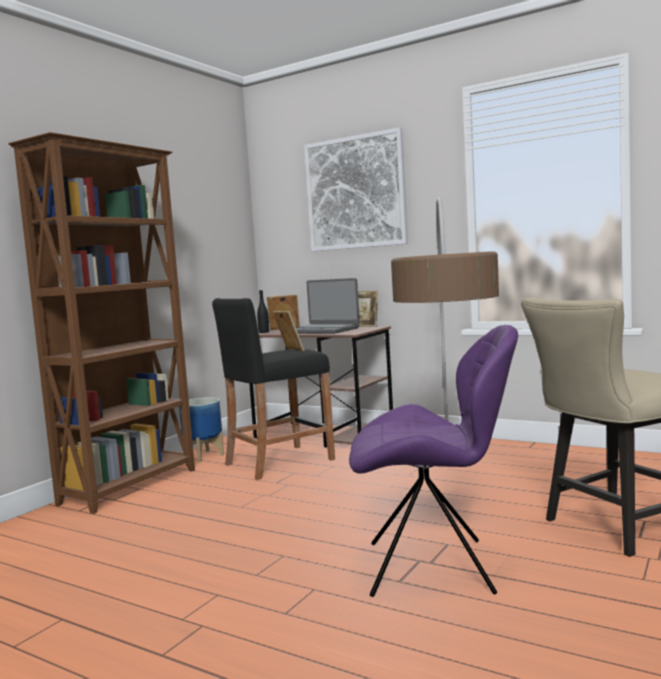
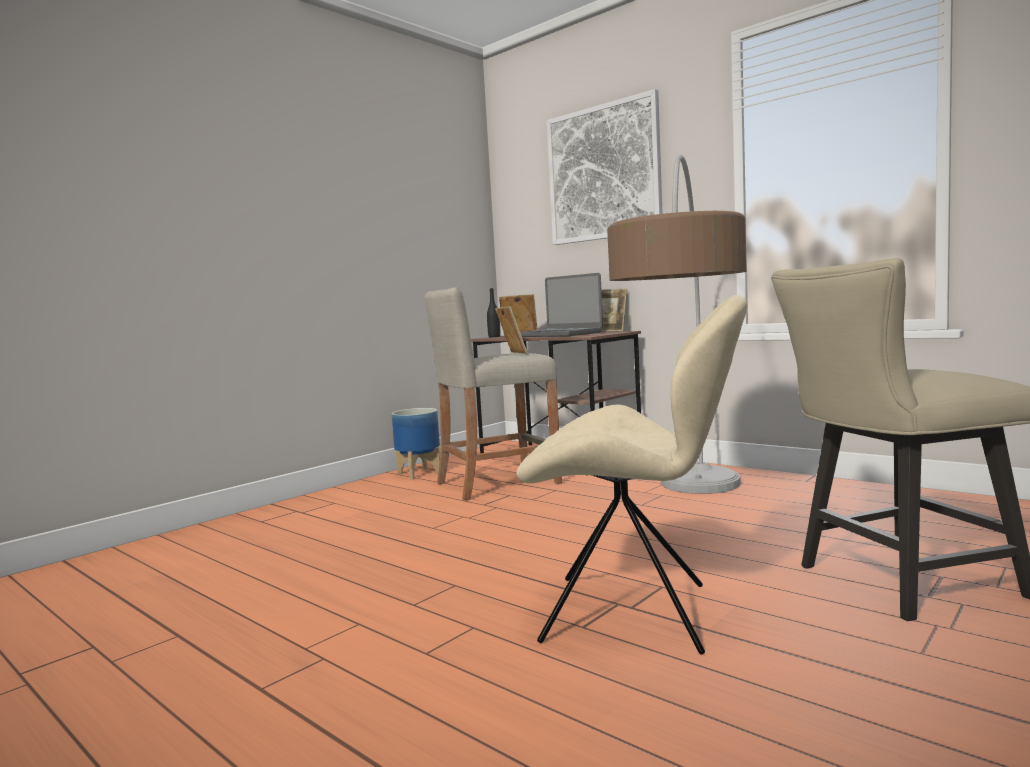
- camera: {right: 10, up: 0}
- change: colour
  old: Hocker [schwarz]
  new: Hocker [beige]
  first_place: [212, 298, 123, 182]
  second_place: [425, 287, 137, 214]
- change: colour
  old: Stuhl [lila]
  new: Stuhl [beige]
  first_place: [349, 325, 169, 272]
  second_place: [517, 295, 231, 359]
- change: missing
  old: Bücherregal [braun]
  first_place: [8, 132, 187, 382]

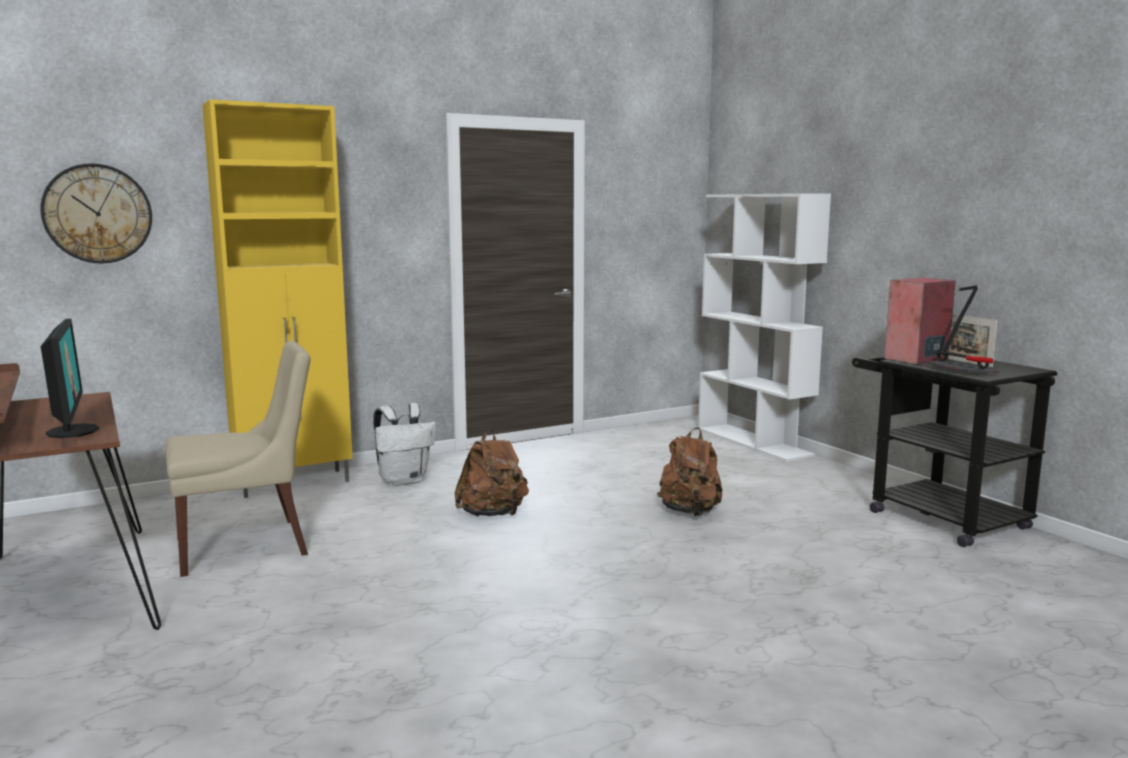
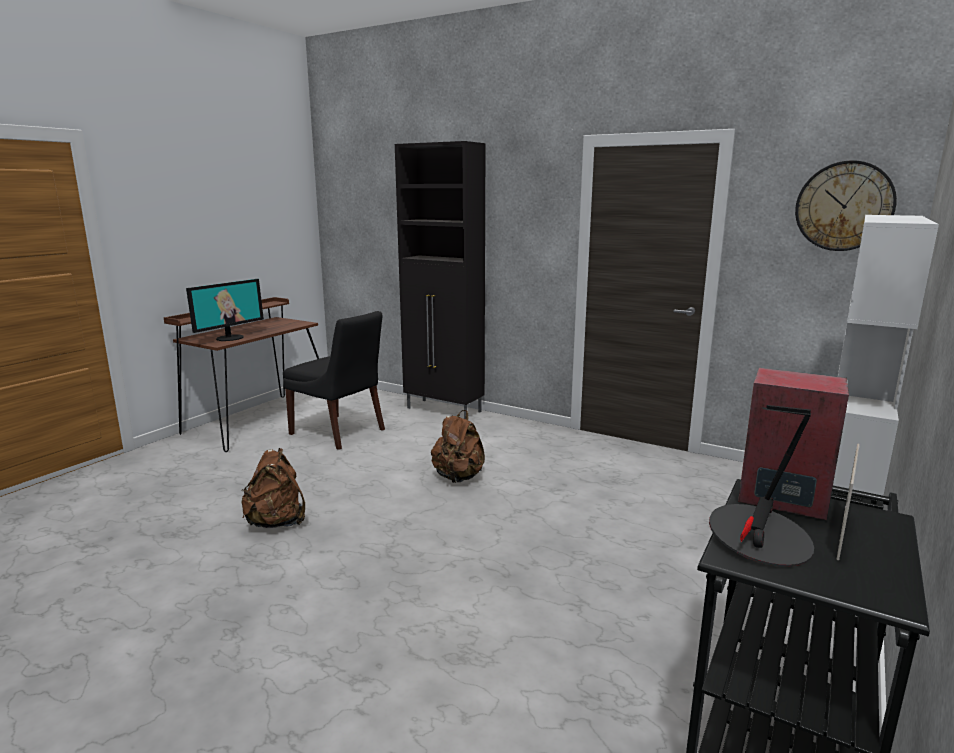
- camera: {right: 60, up: 5}
- change: relocated
  old: Rucksack [braun]
  first_place: [657, 428, 66, 88]
  second_place: [241, 448, 64, 80]
- change: colour
  old: Stuhl [beige]
  new: Stuhl [schwarz]
  first_place: [165, 341, 146, 236]
  second_place: [283, 311, 102, 139]
- change: colour
  old: Schrank [gelb]
  new: Schrank [schwarz]
  first_place: [202, 99, 151, 399]
  second_place: [395, 141, 90, 278]
- change: relocated
  old: Wanduhr
  first_place: [40, 163, 112, 100]
  second_place: [795, 160, 102, 91]
- change: missing
  old: Rucksack [weiß]
  first_place: [373, 403, 63, 83]

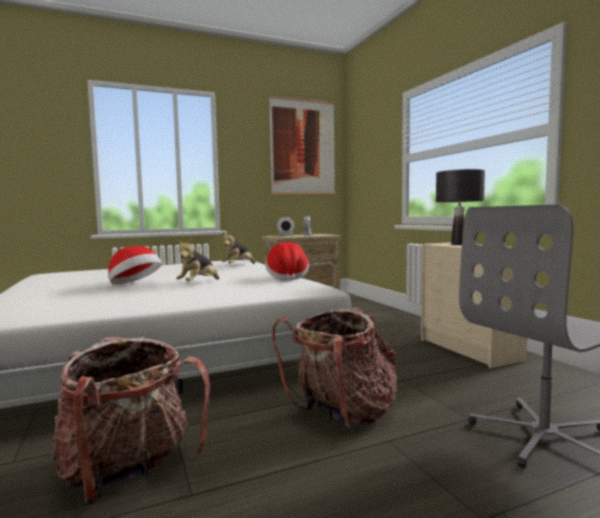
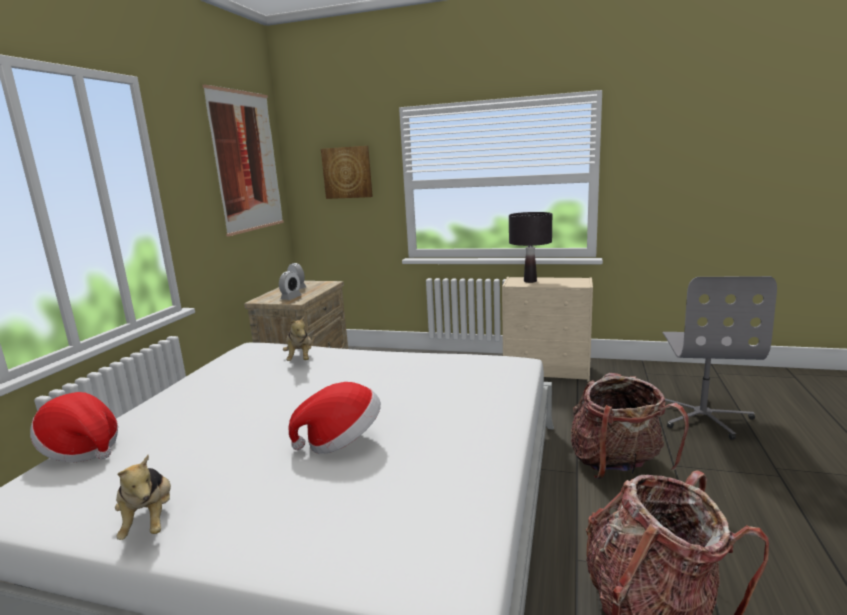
- camera: {right: -50, up: 10}
- change: relocated
  old: Hut
  first_place: [265, 242, 44, 39]
  second_place: [30, 392, 88, 71]
- change: relocated
  old: Plüschtier
  first_place: [176, 239, 43, 42]
  second_place: [115, 455, 56, 85]
- change: appeared
  new: Bild
  second_place: [321, 146, 52, 53]

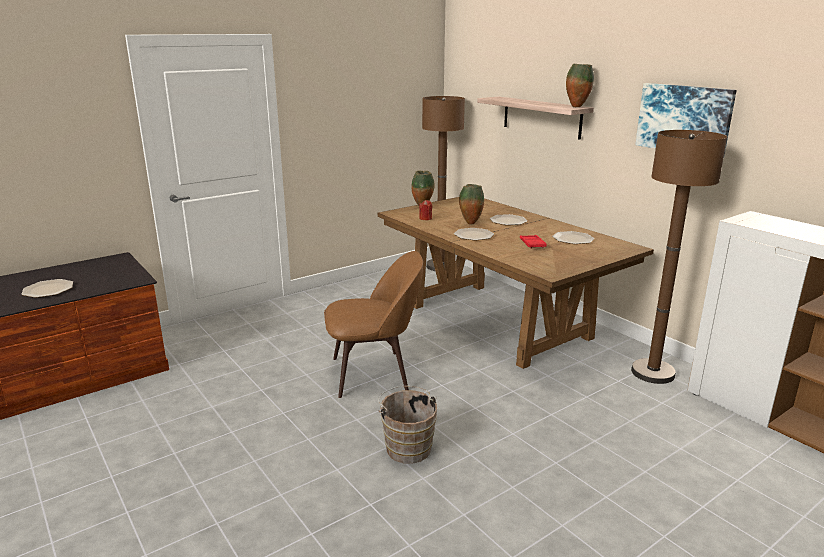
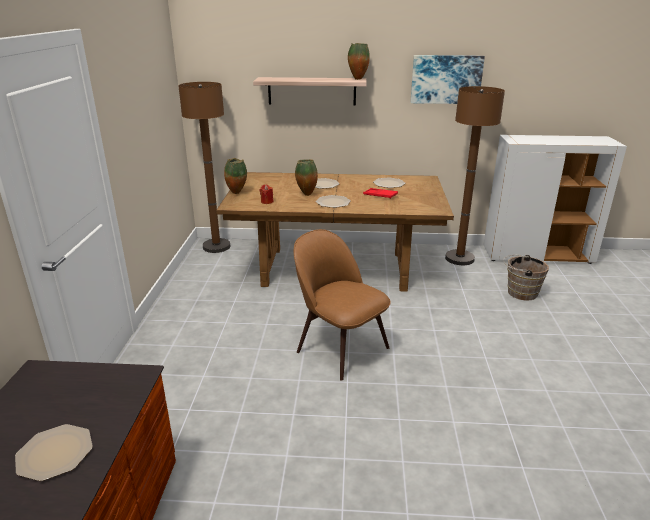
- camera: {right: -50, up: 5}
- change: spun
  old: Stuhl [braun]
  first_place: [324, 251, 99, 147]
  second_place: [294, 229, 97, 152]
  degrees: -75
- change: relocated
  old: Eimer [braun]
  first_place: [378, 386, 59, 78]
  second_place: [503, 255, 46, 45]

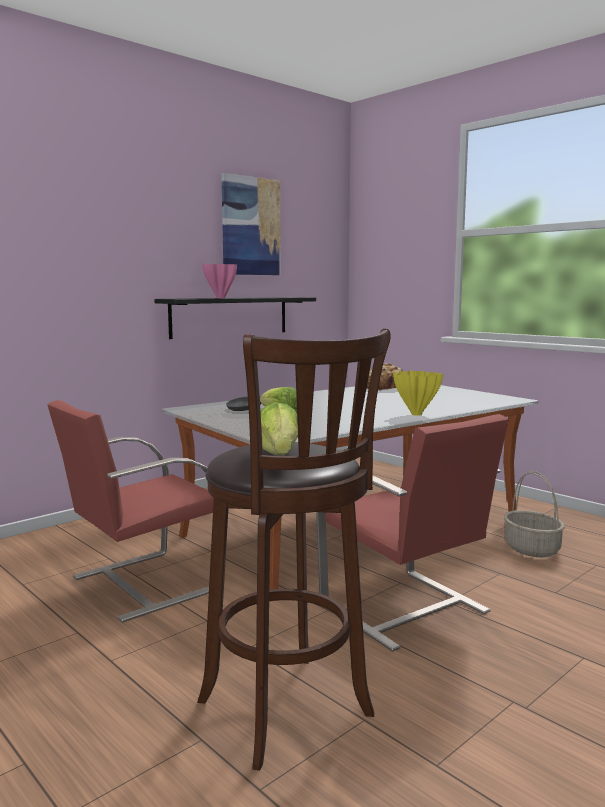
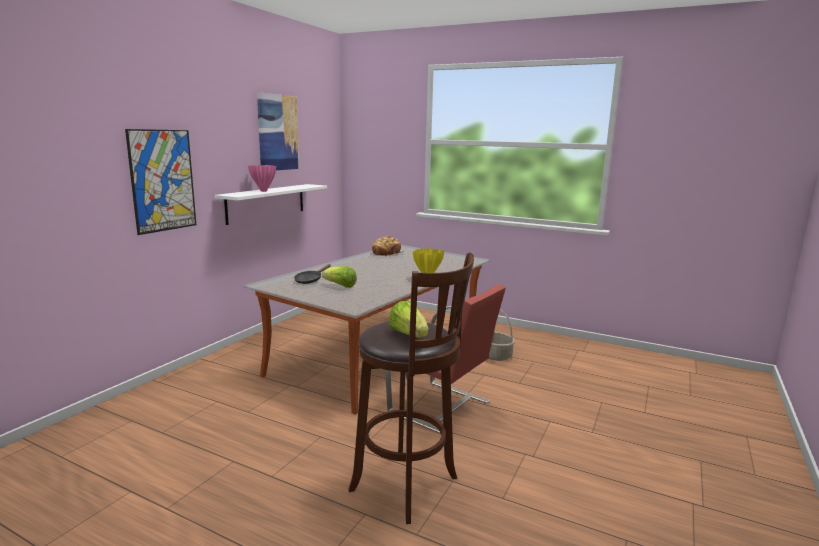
- camera: {right: -20, up: 5}
- change: appeared
  new: Bild
  second_place: [125, 129, 71, 106]
- change: colour
  old: Wandregal [schwarz]
  new: Wandregal [weiß]
  first_place: [154, 297, 162, 42]
  second_place: [215, 184, 112, 41]
- change: missing
  old: Stuhl [rot]
  first_place: [47, 400, 167, 223]

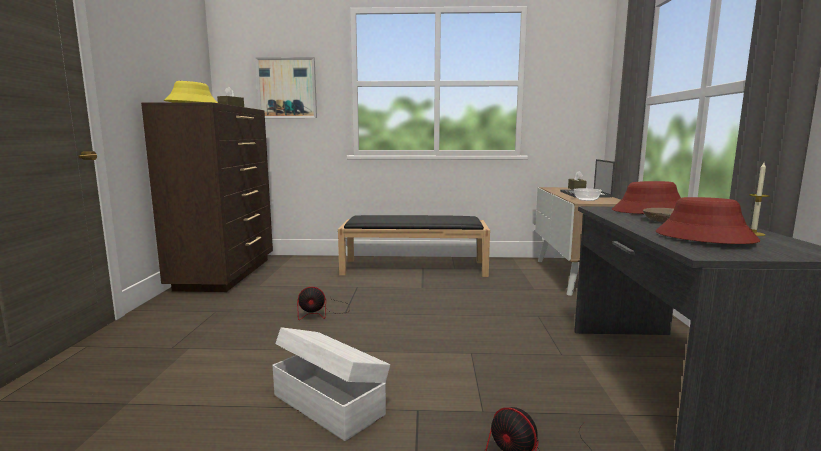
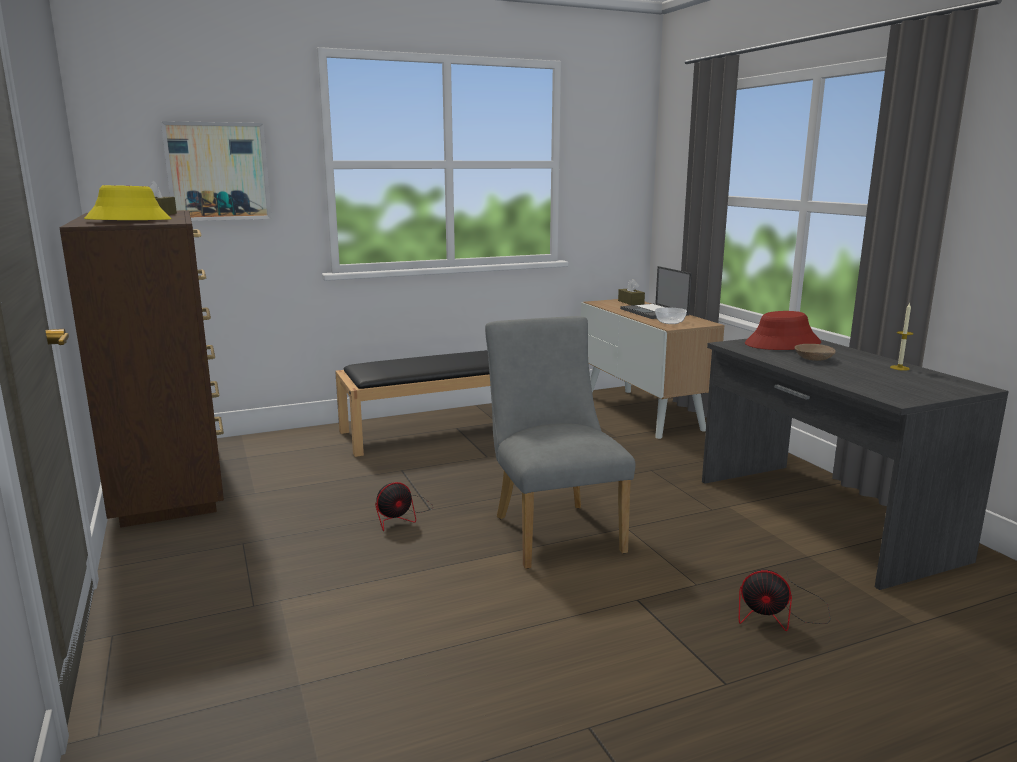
- camera: {right: -25, up: 5}
- change: appeared
  new: Stuhl [grau]
  second_place: [485, 316, 151, 253]
- change: missing
  old: Aufbewahrungsbox [weiß]
  first_place: [273, 327, 117, 114]
- change: missing
  old: Hut [rot]
  first_place: [656, 197, 104, 47]

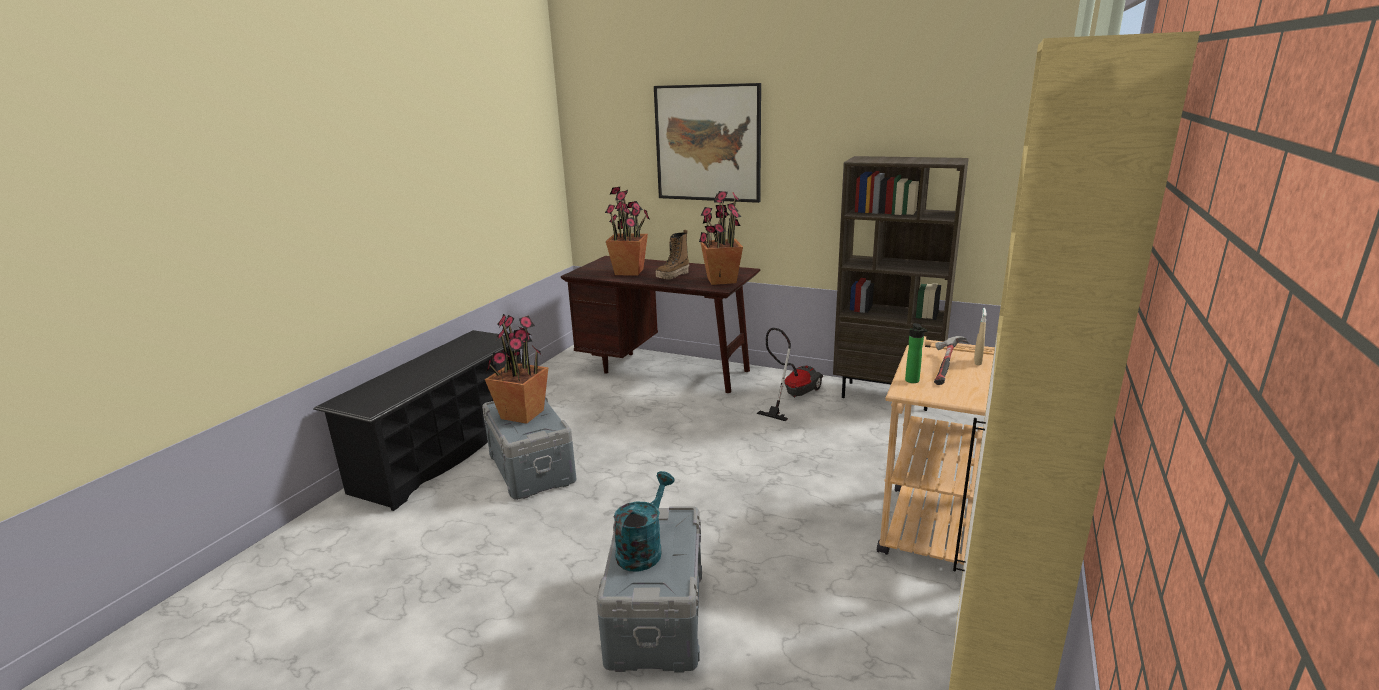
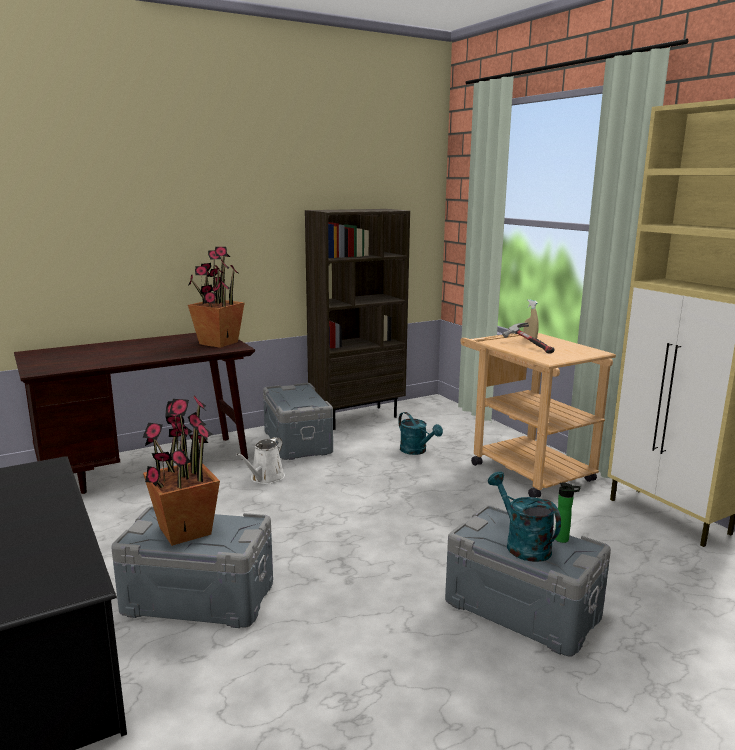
- camera: {right: -55, up: -5}
- change: appeared
  new: Gießkanne [weiß]
  second_place: [236, 437, 49, 47]
- change: exchanged
  old: Staubsauger
  new: Aufbewahrungsbox [grau]
  first_place: [757, 328, 66, 93]
  second_place: [263, 383, 70, 77]
- change: appeared
  new: Gießkanne [türkis]
  second_place: [398, 412, 45, 43]
- change: relocated
  old: Flasche
  first_place: [905, 323, 23, 60]
  second_place: [555, 482, 26, 61]
- change: missing
  old: Topfpflanze
  first_place: [605, 187, 44, 89]
- change: missing
  old: Bild
  first_place: [654, 83, 107, 120]
- change: missing
  old: Stiefel
  first_place: [655, 230, 34, 50]

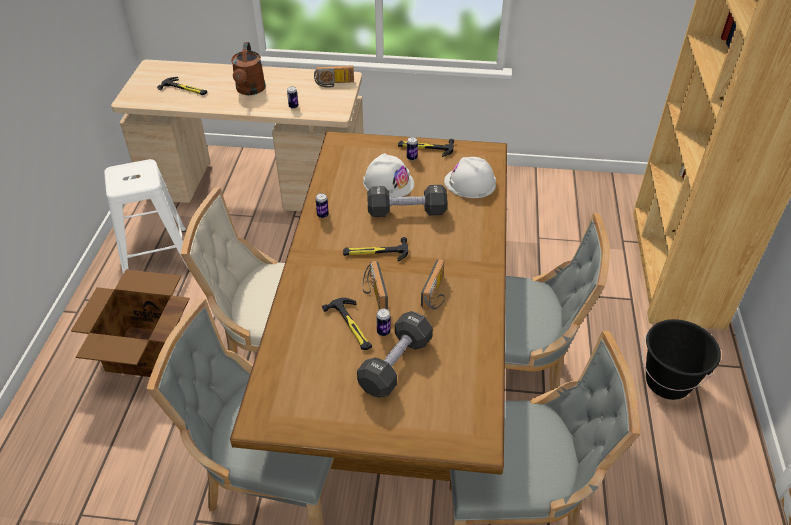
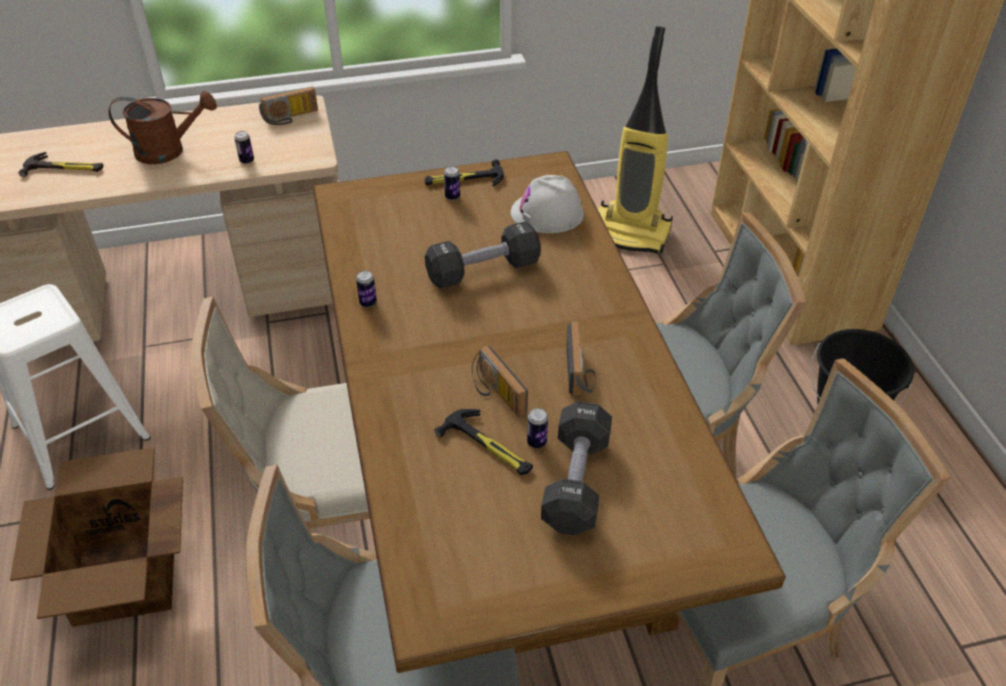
- camera: {right: -20, up: 0}
- change: spun
  old: Gießkanne [braun]
  first_place: [231, 42, 35, 53]
  second_place: [109, 91, 108, 74]
  degrees: -75
- change: appeared
  new: Staubsauger
  second_place: [598, 26, 75, 228]
- change: missing
  old: Hammer
  first_place: [343, 237, 65, 25]
- change: missing
  old: Schutzhelm [weiß]
  first_place: [363, 153, 51, 45]

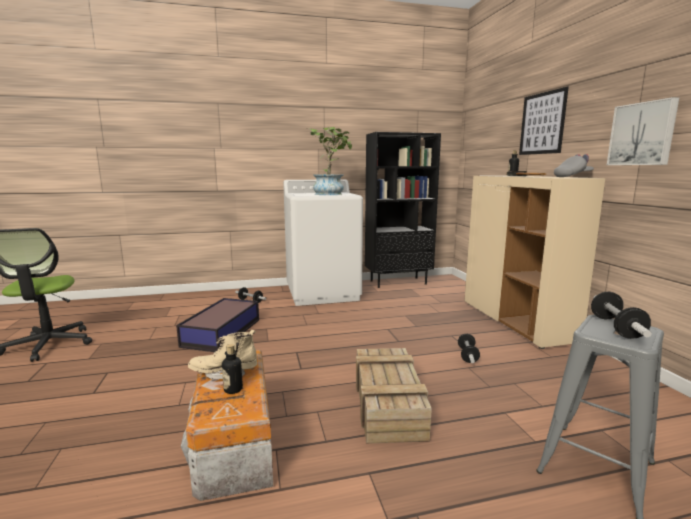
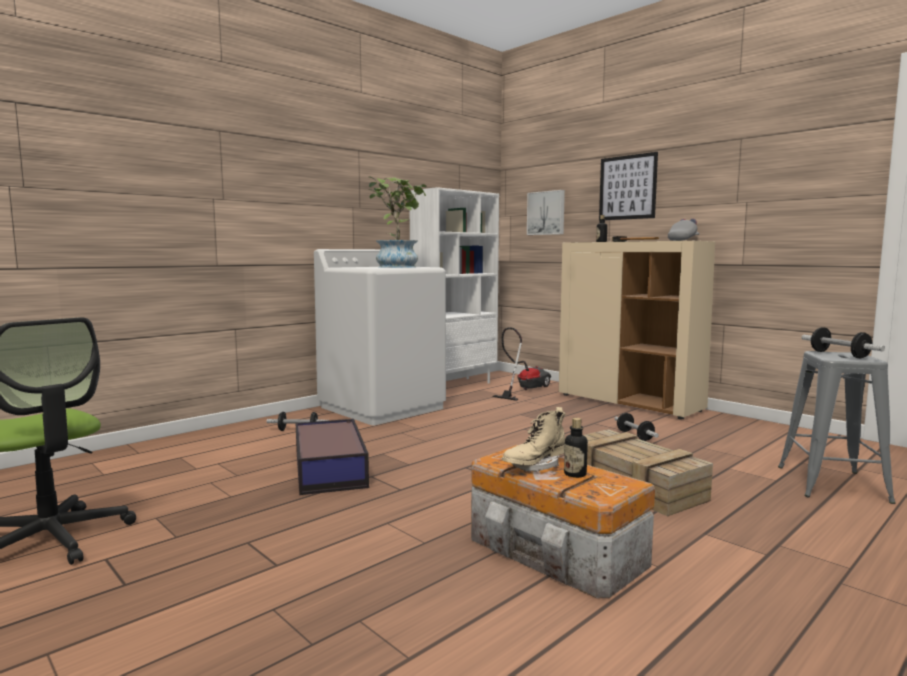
- camera: {right: -30, up: -5}
- change: colour
  old: Bücherregal [schwarz]
  new: Bücherregal [weiß]
  first_place: [365, 132, 76, 156]
  second_place: [410, 187, 89, 197]
- change: appeared
  new: Staubsauger
  second_place: [492, 327, 59, 74]
- change: relocated
  old: Bild
  first_place: [607, 97, 72, 68]
  second_place: [527, 190, 38, 45]

